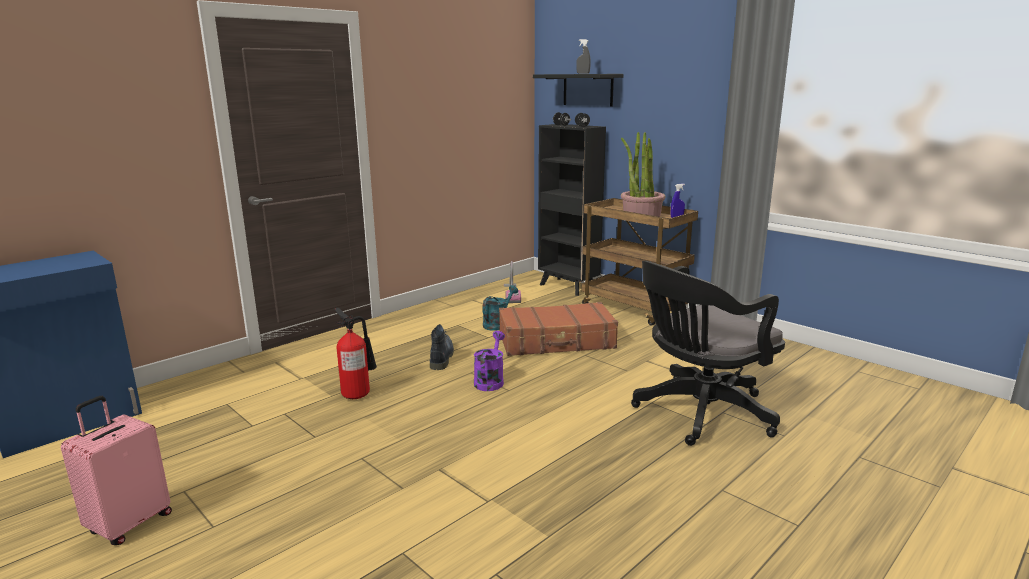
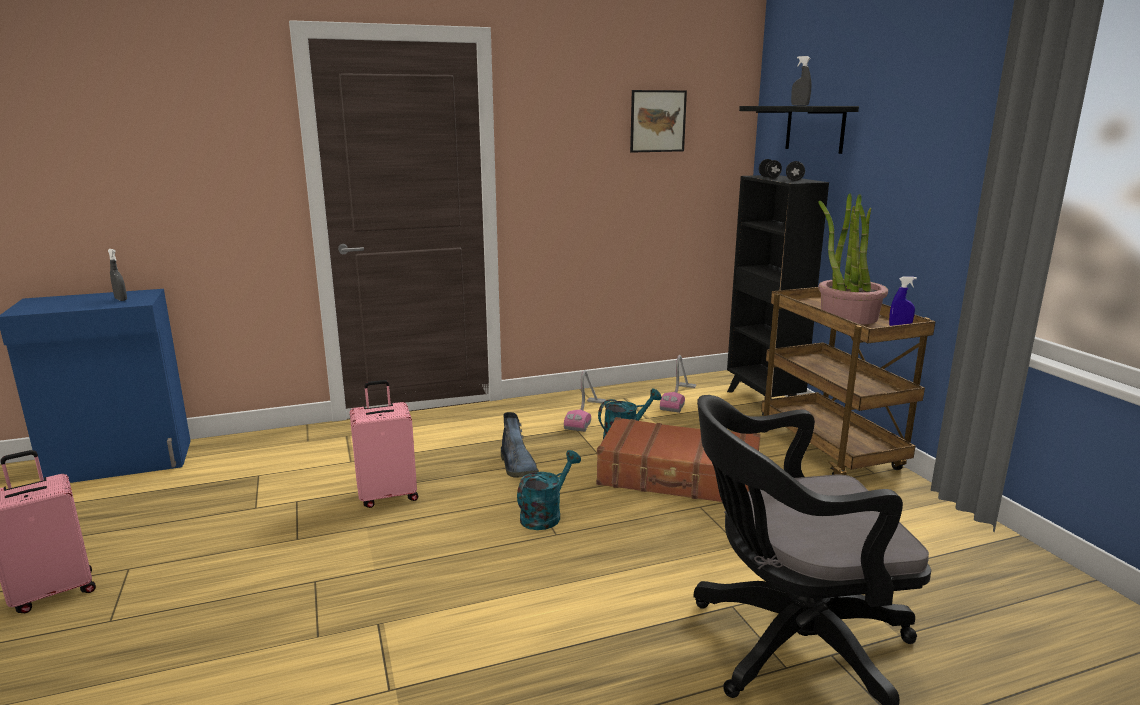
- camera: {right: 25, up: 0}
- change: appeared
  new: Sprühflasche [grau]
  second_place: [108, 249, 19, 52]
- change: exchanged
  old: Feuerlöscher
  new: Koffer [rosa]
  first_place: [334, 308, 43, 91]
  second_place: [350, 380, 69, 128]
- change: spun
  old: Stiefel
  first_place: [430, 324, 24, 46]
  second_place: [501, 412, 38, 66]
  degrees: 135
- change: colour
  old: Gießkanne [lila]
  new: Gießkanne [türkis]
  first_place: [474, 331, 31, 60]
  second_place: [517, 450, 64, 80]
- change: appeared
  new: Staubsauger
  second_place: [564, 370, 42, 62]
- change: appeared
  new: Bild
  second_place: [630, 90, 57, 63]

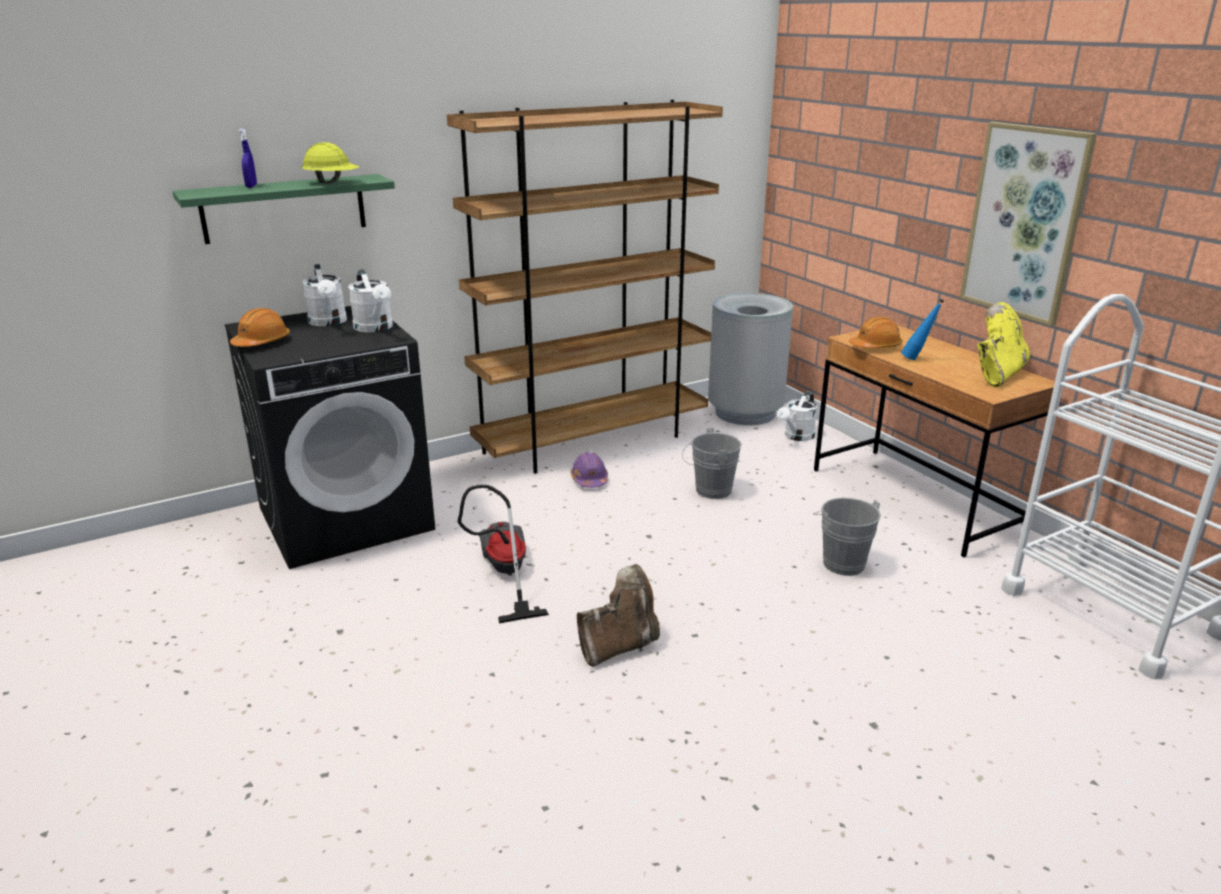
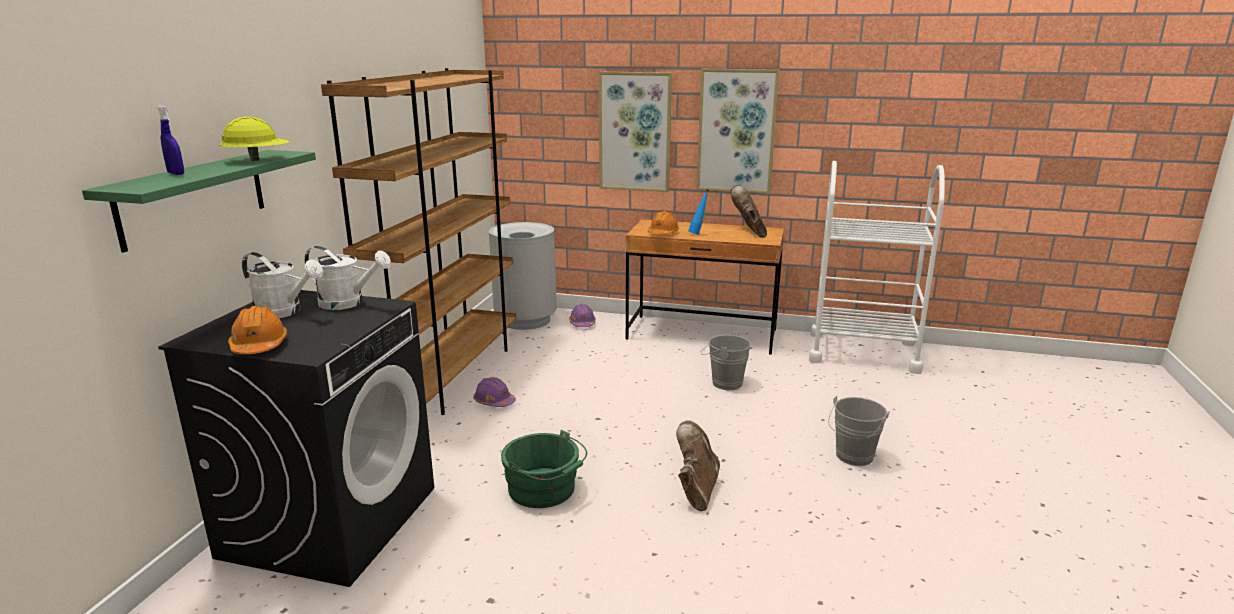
- camera: {right: -45, up: -5}
- change: exchanged
  old: Staubsauger
  new: Eimer [grün]
  first_place: [458, 485, 91, 138]
  second_place: [501, 430, 86, 78]
- change: exchanged
  old: Gießkanne [weiß]
  new: Schutzhelm [lila]
  first_place: [777, 391, 40, 50]
  second_place: [569, 304, 27, 23]
- change: appeared
  new: Bild
  second_place: [599, 72, 73, 120]
- change: colour
  old: Stiefel [gelb]
  new: Stiefel [braun]
  first_place: [977, 302, 53, 86]
  second_place: [731, 185, 36, 53]
- change: relocated
  old: Eimer [grau]
  first_place: [682, 428, 60, 71]
  second_place: [828, 396, 62, 70]

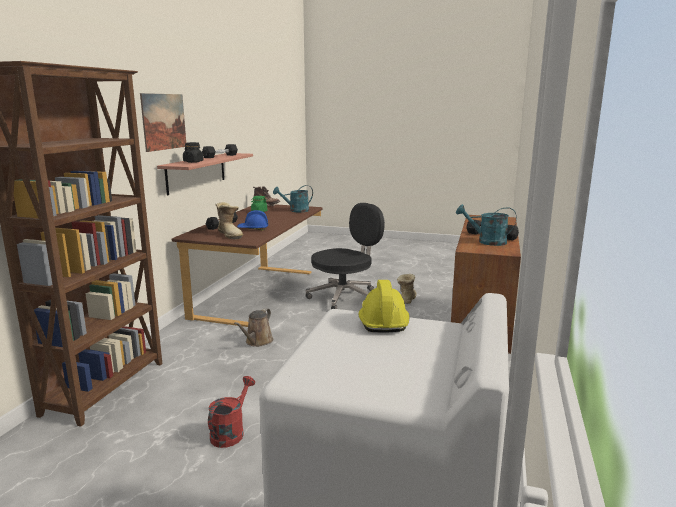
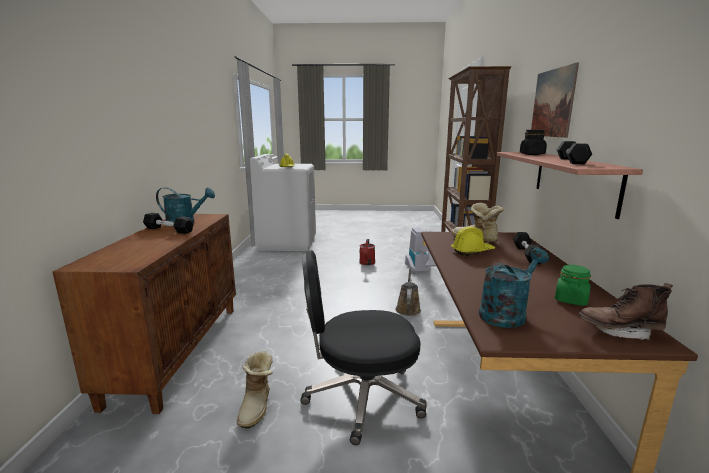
- camera: {right: 165, up: 0}
- change: spun
  old: Bürostuhl [schwarz]
  first_place: [305, 203, 80, 106]
  second_place: [300, 250, 127, 195]
  degrees: 45
- change: appeared
  new: Staubsauger
  second_place: [405, 227, 31, 45]
- change: colour
  old: Schutzhelm [blau]
  new: Schutzhelm [gelb]
  first_place: [237, 210, 31, 21]
  second_place: [451, 227, 44, 29]

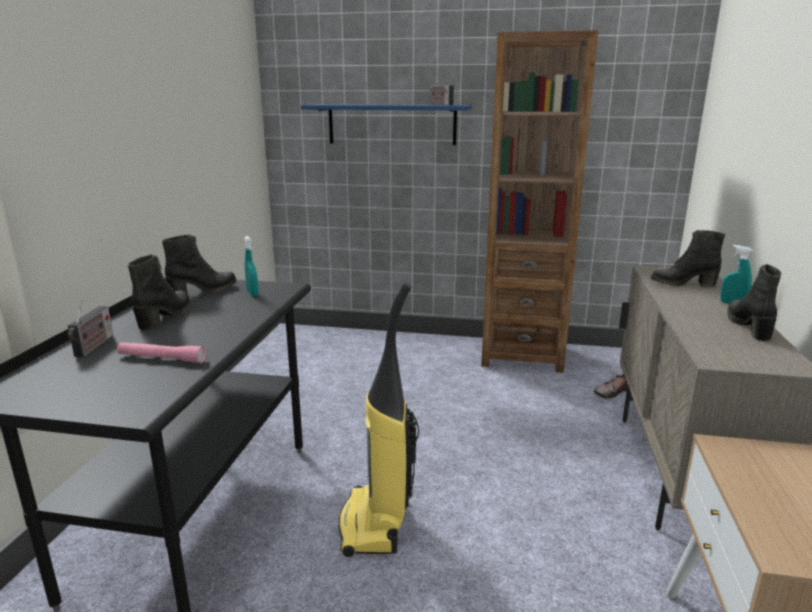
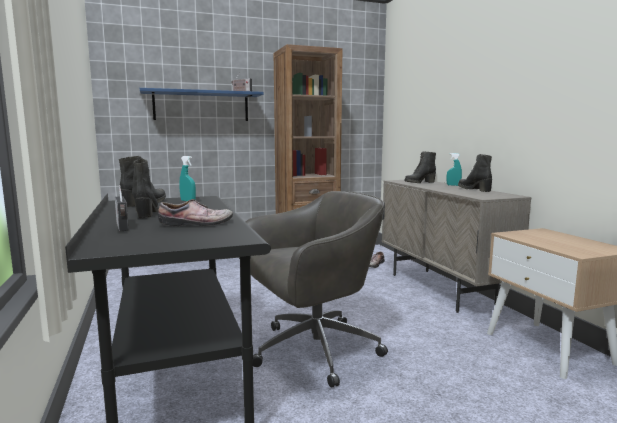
- camera: {right: -30, up: -10}
- change: exchanged
  old: Taschenlampe [rosa]
  new: Schuh
  first_place: [117, 342, 89, 21]
  second_place: [158, 199, 75, 27]
- change: exchanged
  old: Staubsauger
  new: Bürostuhl [grau]
  first_place: [338, 282, 81, 275]
  second_place: [245, 191, 143, 196]

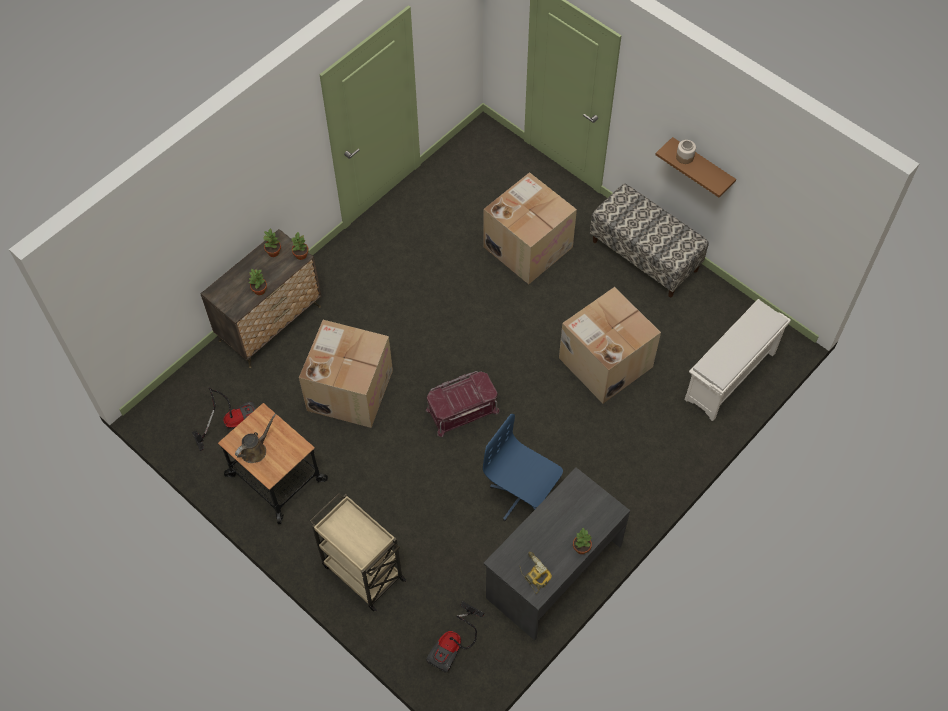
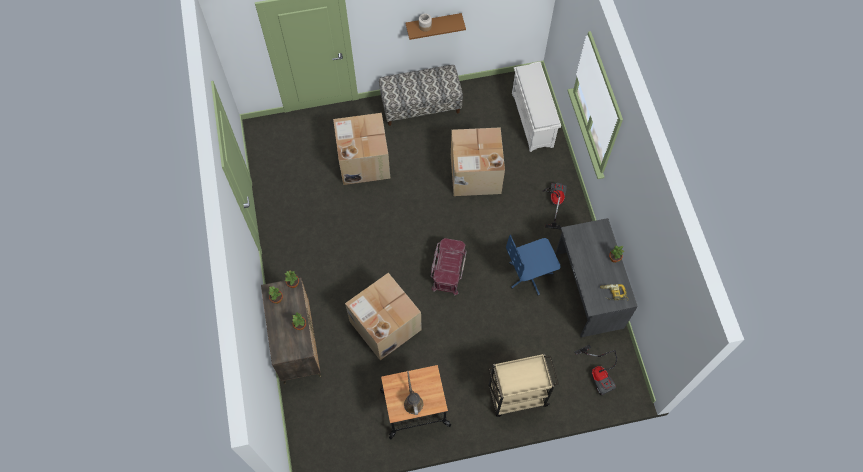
- camera: {right: -55, up: 5}
- change: relocated
  old: Staubsauger
  first_place: [192, 387, 64, 64]
  second_place: [543, 183, 24, 47]

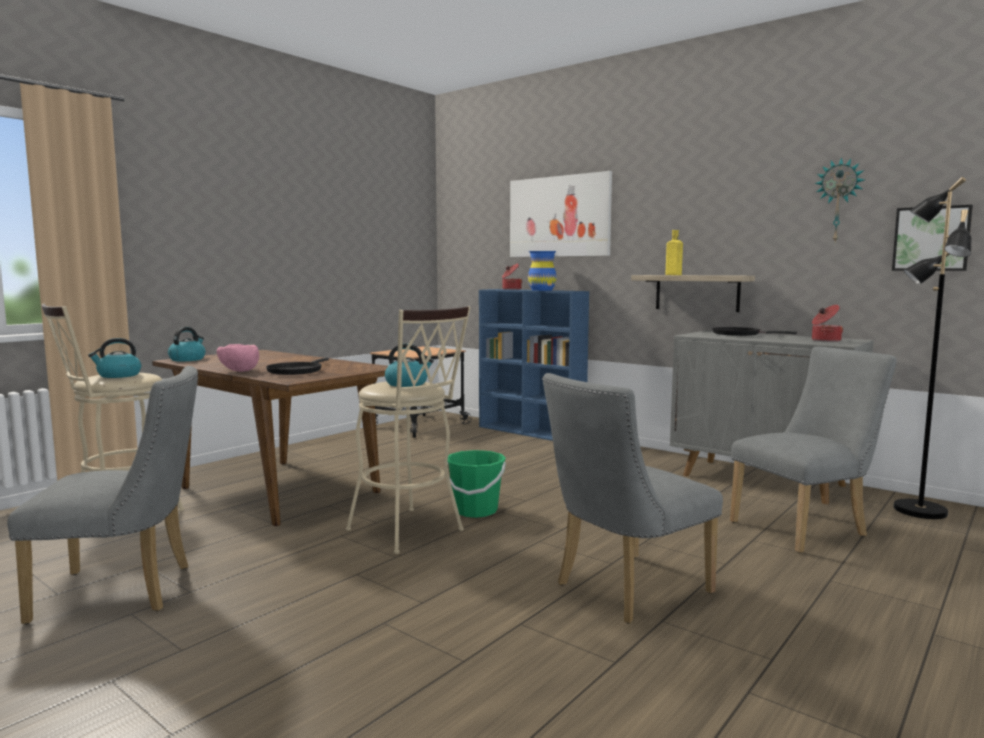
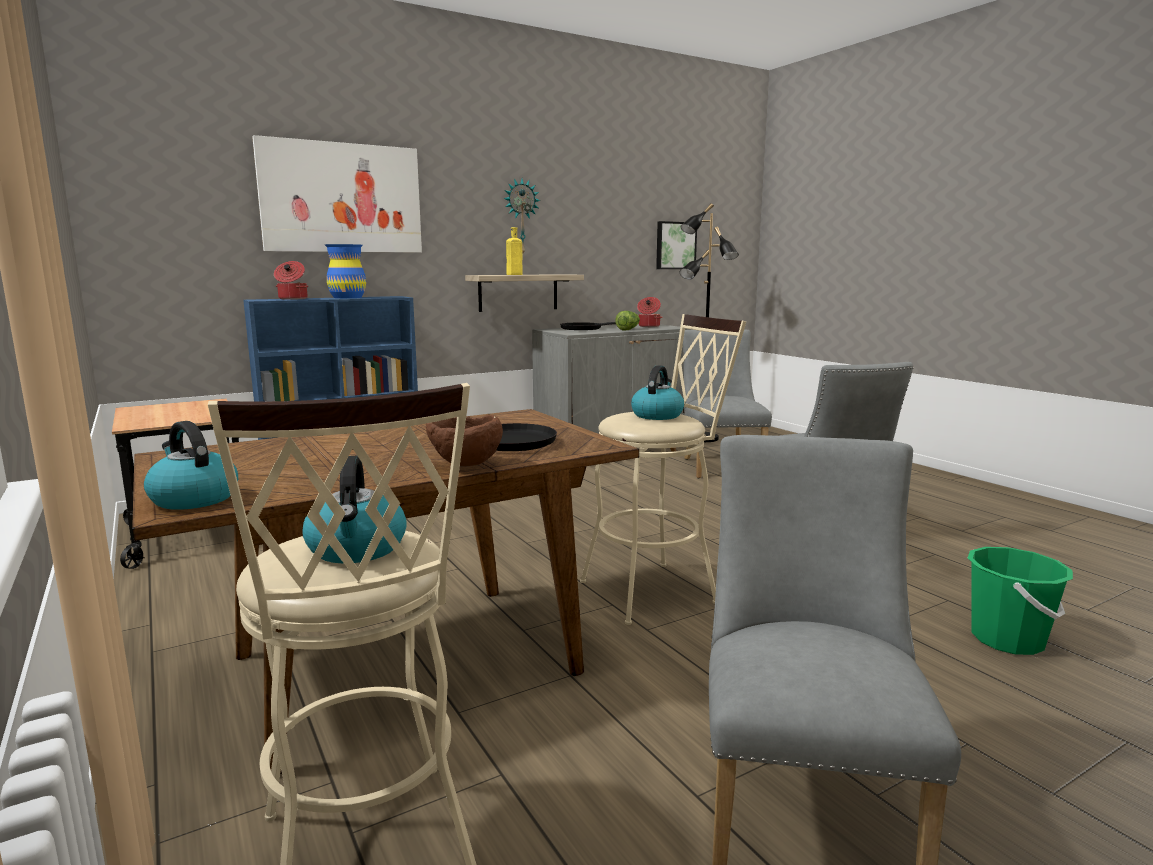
- camera: {right: -70, up: 5}
- change: colour
  old: Schüssel [rosa]
  new: Schüssel [braun]
  first_place: [217, 344, 42, 28]
  second_place: [426, 415, 77, 51]
- change: relocated
  old: Wanduhr
  first_place: [815, 157, 50, 85]
  second_place: [503, 179, 38, 74]
- change: appeared
  new: Salatkopf
  second_place: [615, 311, 25, 19]
- change: relocated
  old: Eimer [grün]
  first_place: [447, 450, 59, 68]
  second_place: [968, 547, 105, 108]

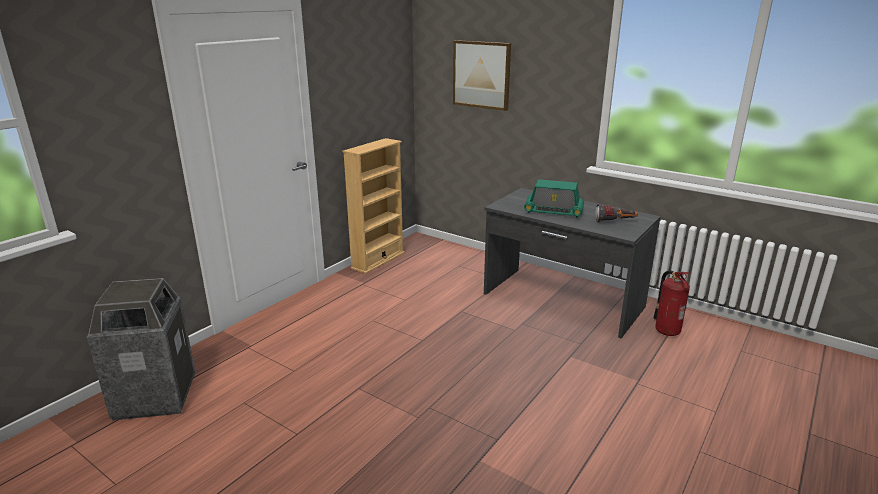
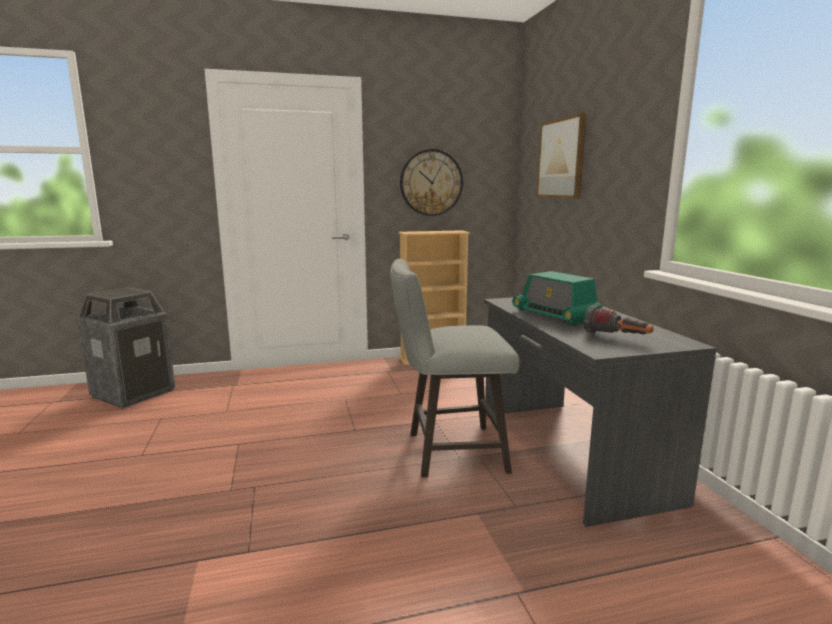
- camera: {right: 40, up: -10}
- change: appeared
  new: Hocker [grau]
  second_place: [390, 259, 130, 218]
- change: appeared
  new: Wanduhr
  second_place: [400, 149, 63, 67]
- change: missing
  old: Feuerlöscher
  first_place: [653, 270, 37, 66]

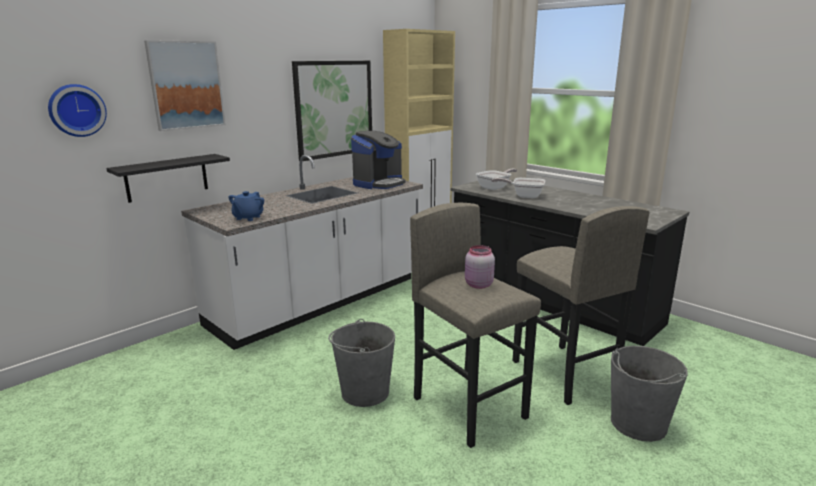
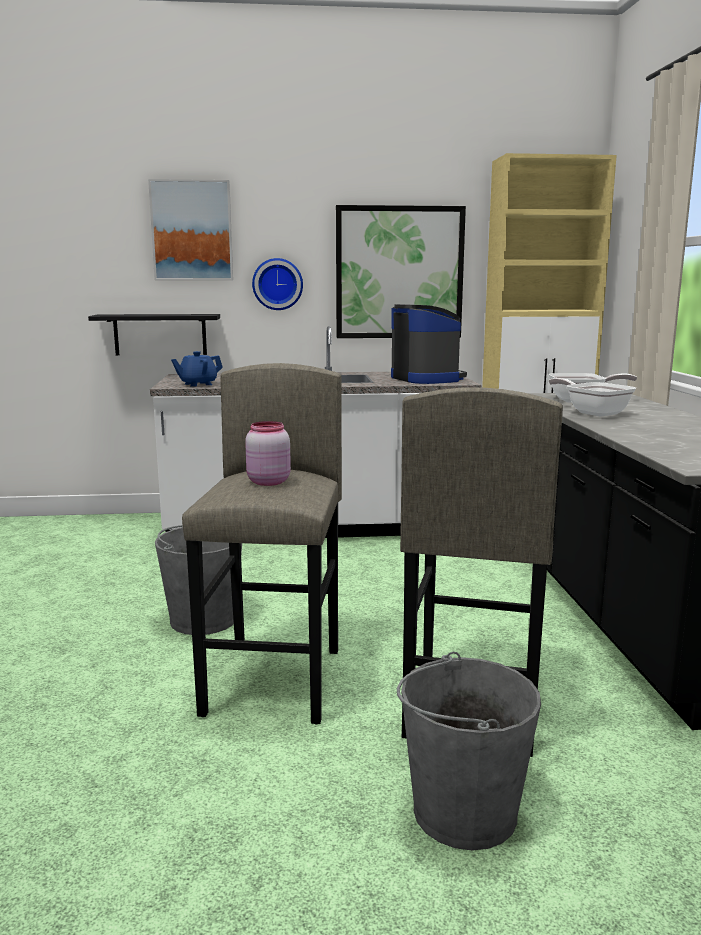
- camera: {right: 40, up: -5}
- change: relocated
  old: Wanduhr
  first_place: [48, 84, 59, 53]
  second_place: [252, 258, 51, 52]
- change: spun
  old: Kaffeemaschine
  first_place: [351, 131, 54, 58]
  second_place: [391, 304, 76, 80]
  degrees: -105

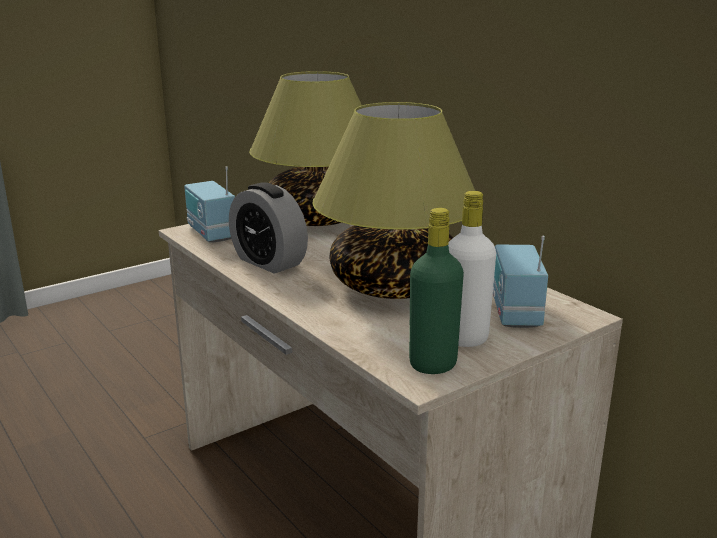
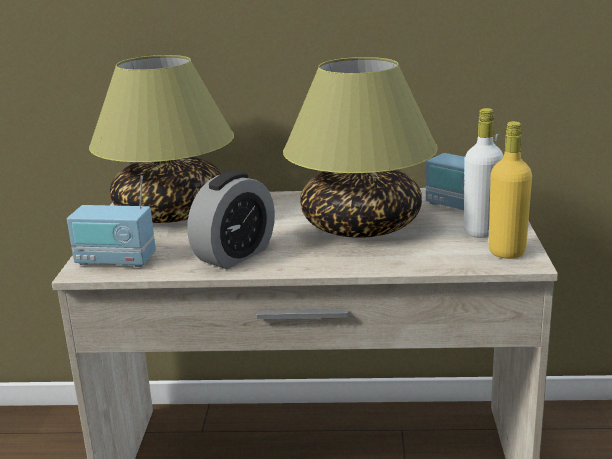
- camera: {right: -50, up: 0}
- change: spun
  old: Wecker
  first_place: [229, 182, 79, 92]
  second_place: [187, 171, 88, 98]
  degrees: -45
- change: colour
  old: Flasche [grün]
  new: Flasche [gelb]
  first_place: [409, 208, 55, 166]
  second_place: [489, 121, 43, 138]

